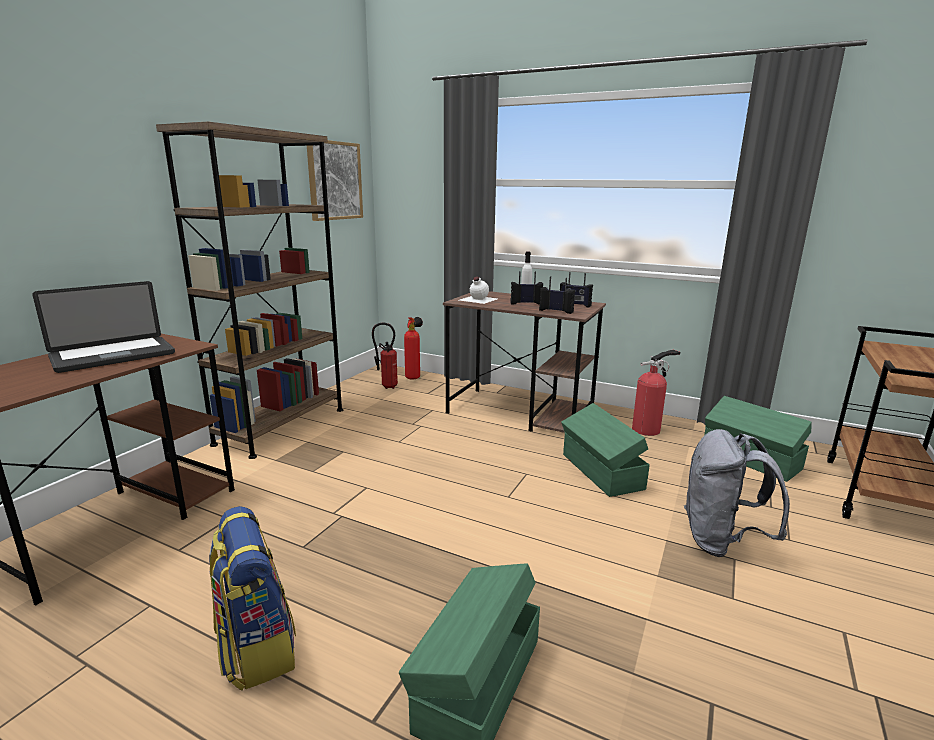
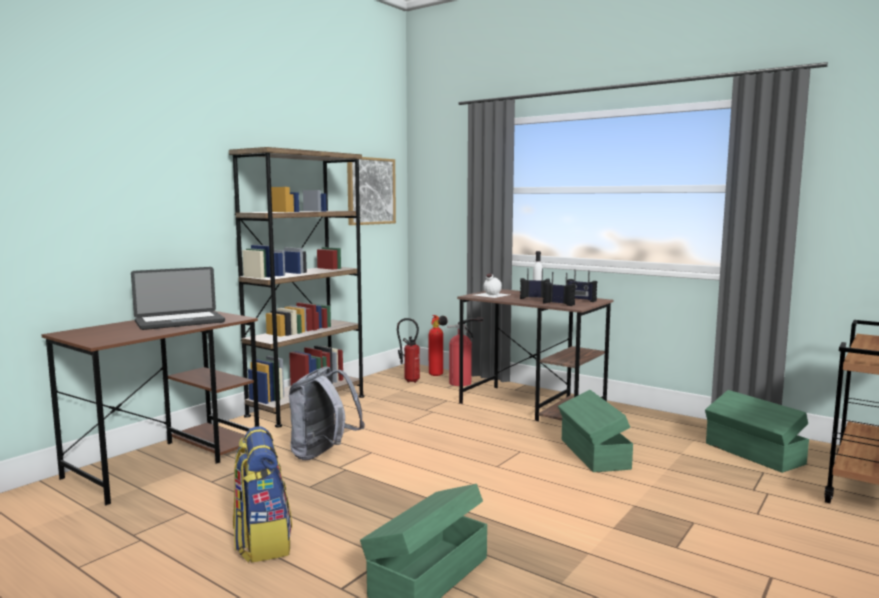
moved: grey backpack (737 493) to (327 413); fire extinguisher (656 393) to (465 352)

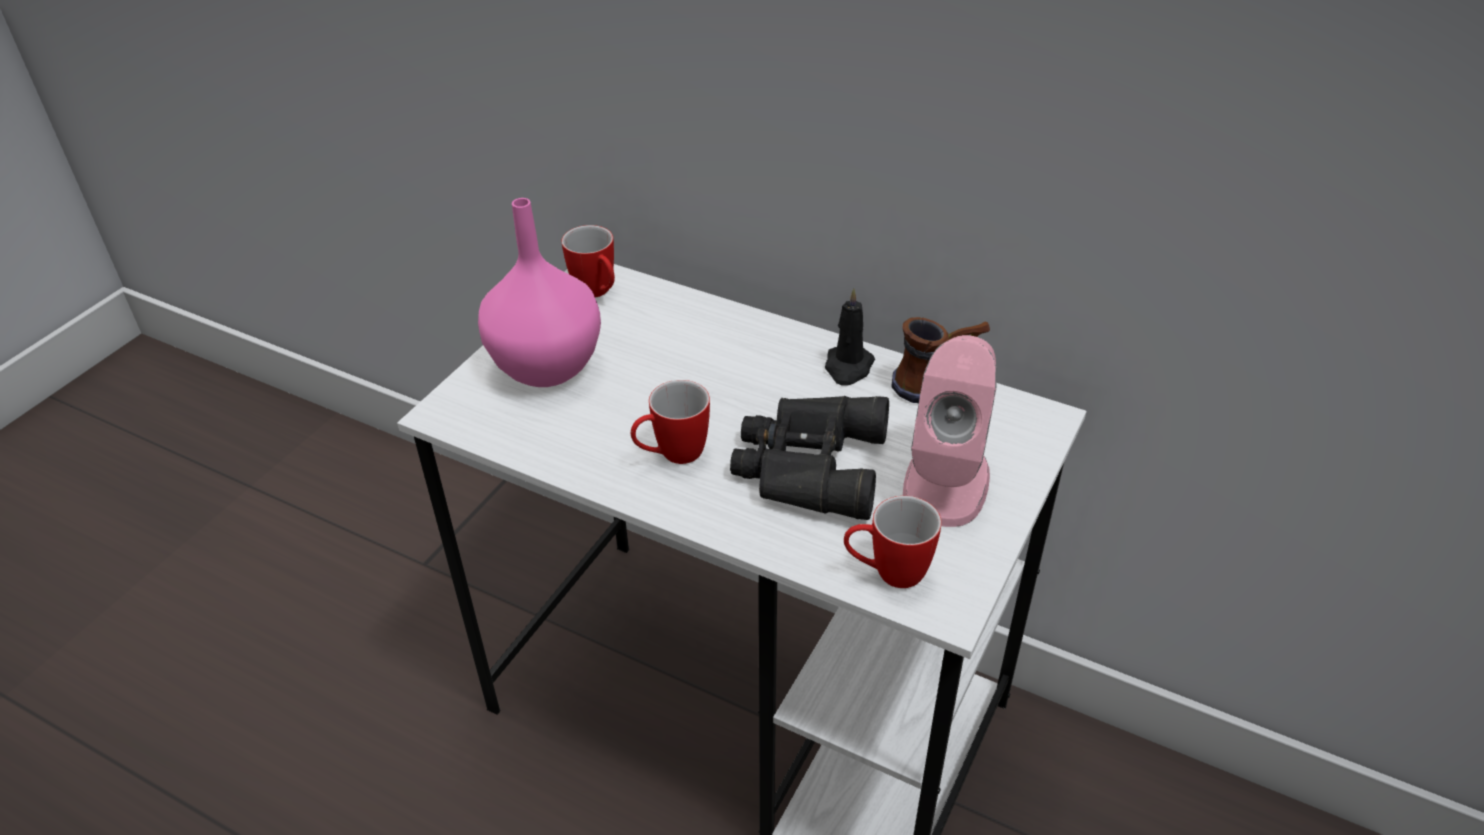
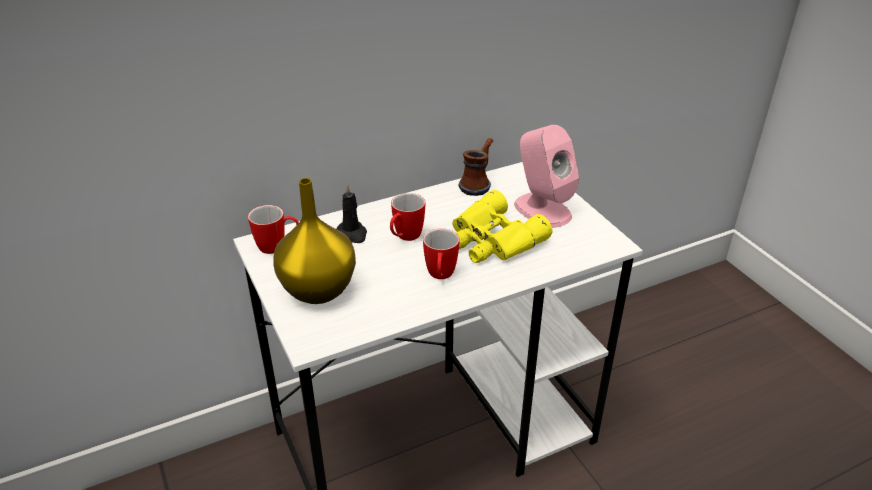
moved: black candle (850 337) to (352 213); mug (893 542) to (407 217)
recoloured: pink vase (539 292) to yellow vase (314 241); black binoculars (809 458) to yellow binoculars (502 226)

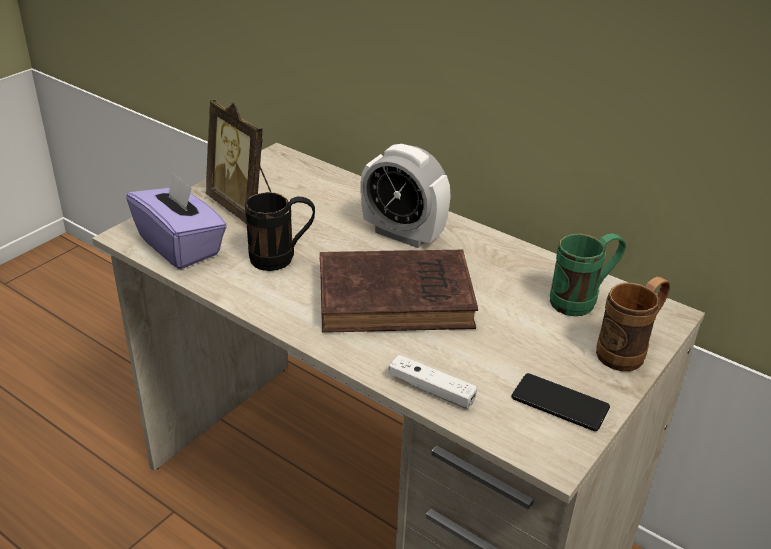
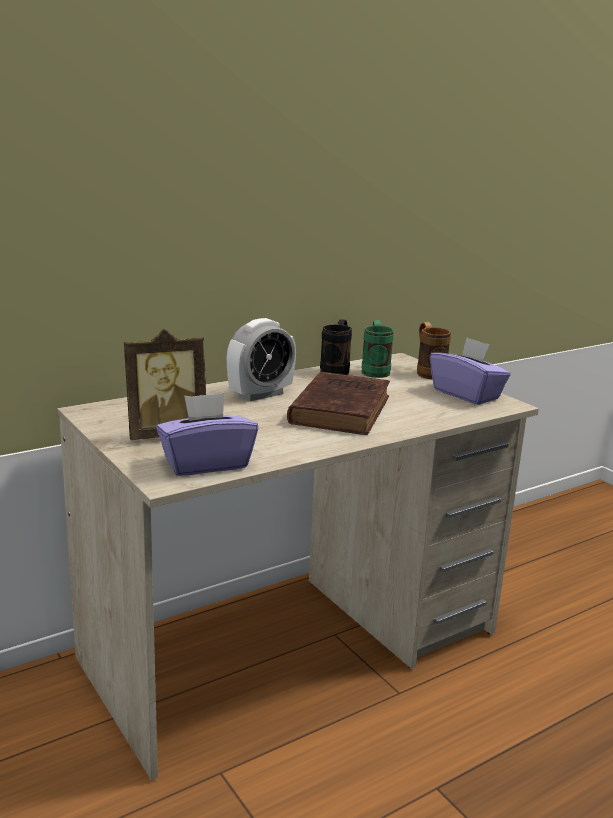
removed: white game controller (433 382)
moved: black mug (280 231) to (336 347)
replaced: phone (561 402) to purple tissue box (470 371)

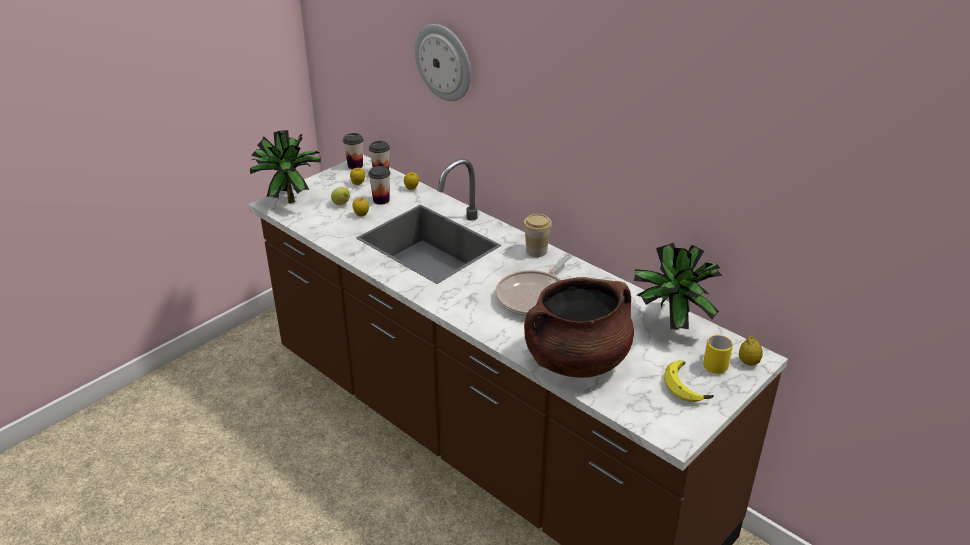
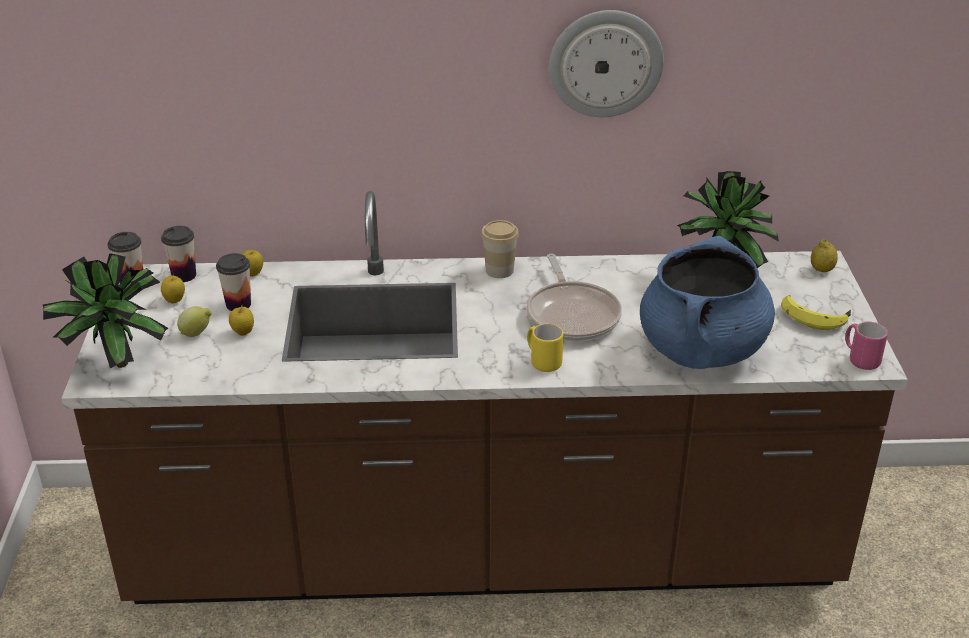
added: pink mug (866 346)
moved: yellow mug (718 354) to (545 348); wall clock (443 62) to (606 63)
recoloured: brown cooking pot (579 327) to blue cooking pot (707 302)

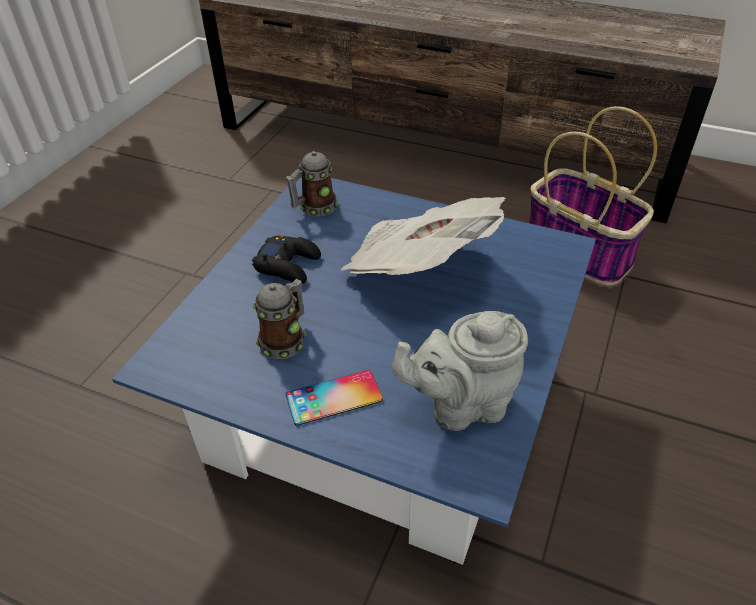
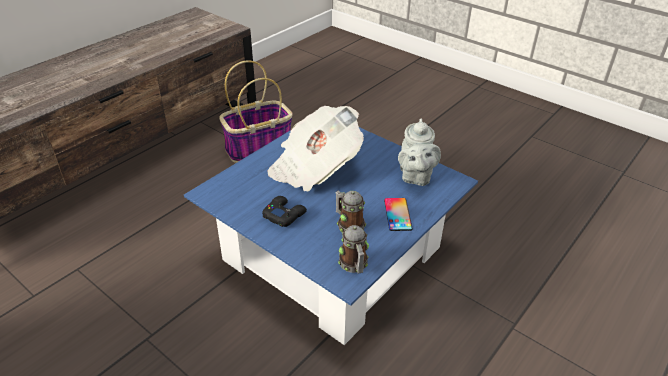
moved: mug (312 183) to (353 249)

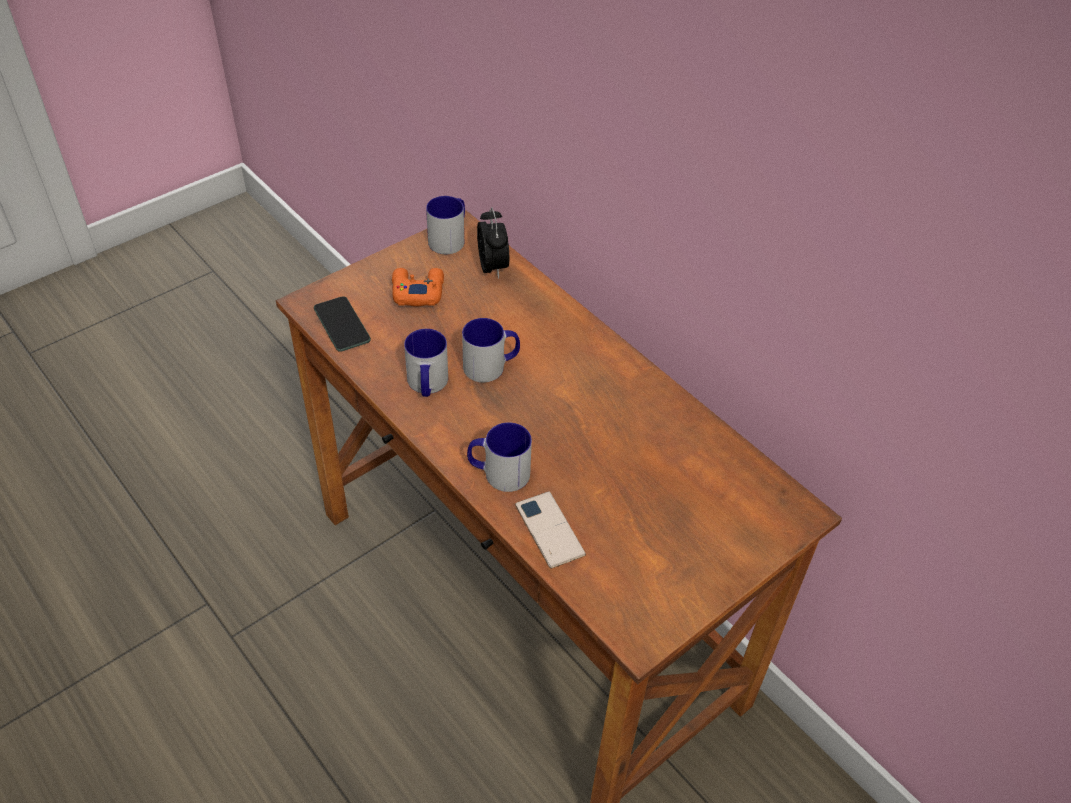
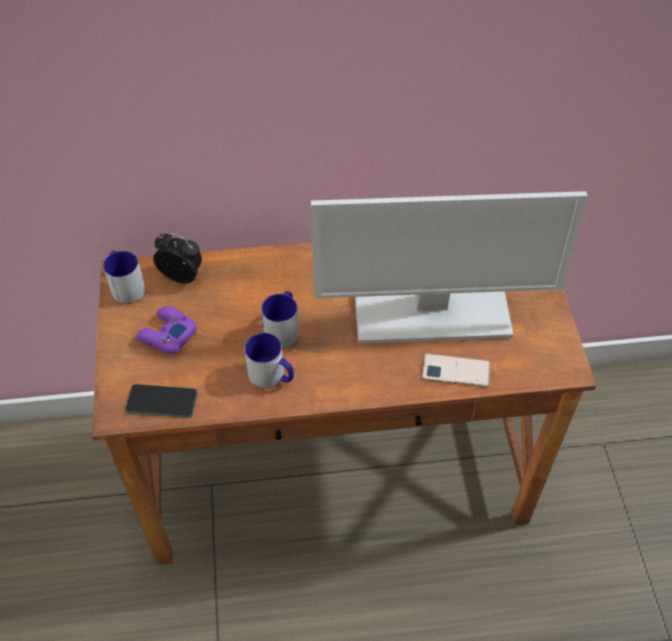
removed: mug (499 457)
added: monitor (449 267)
recoloured: orange game controller (418 287) to purple game controller (166 330)

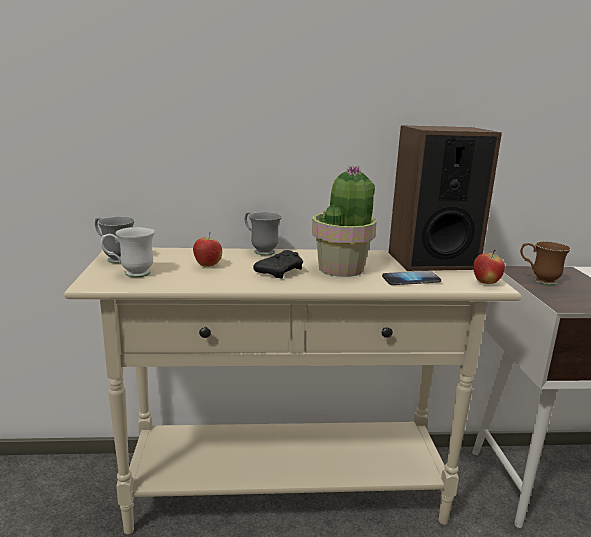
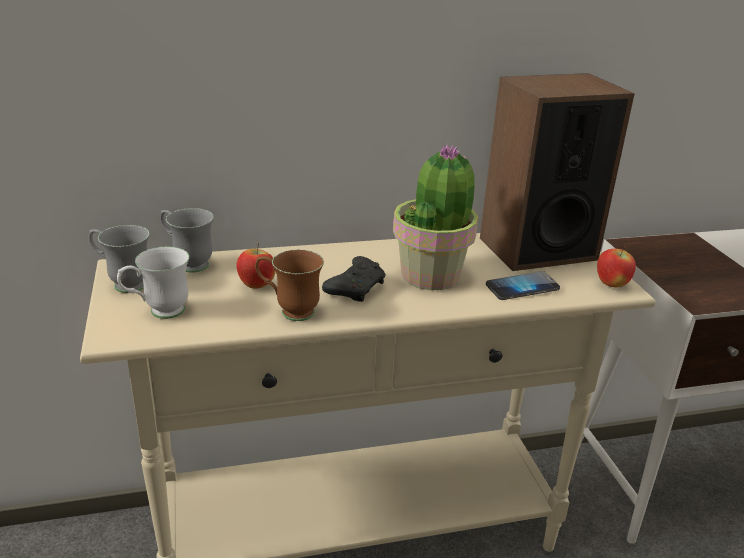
moved: grey mug (263 233) to (187 240); brown mug (545 263) to (289 285)

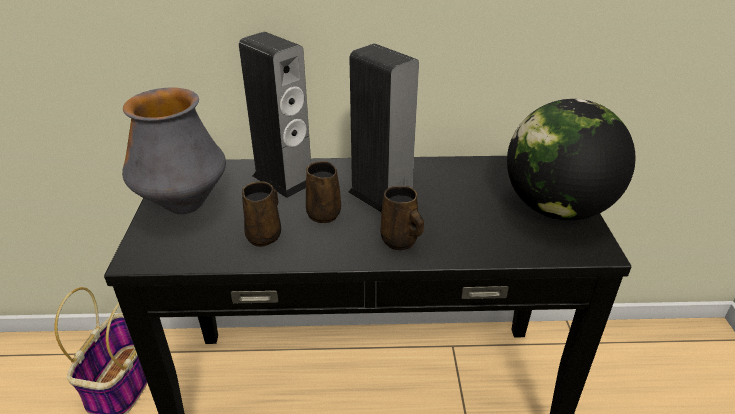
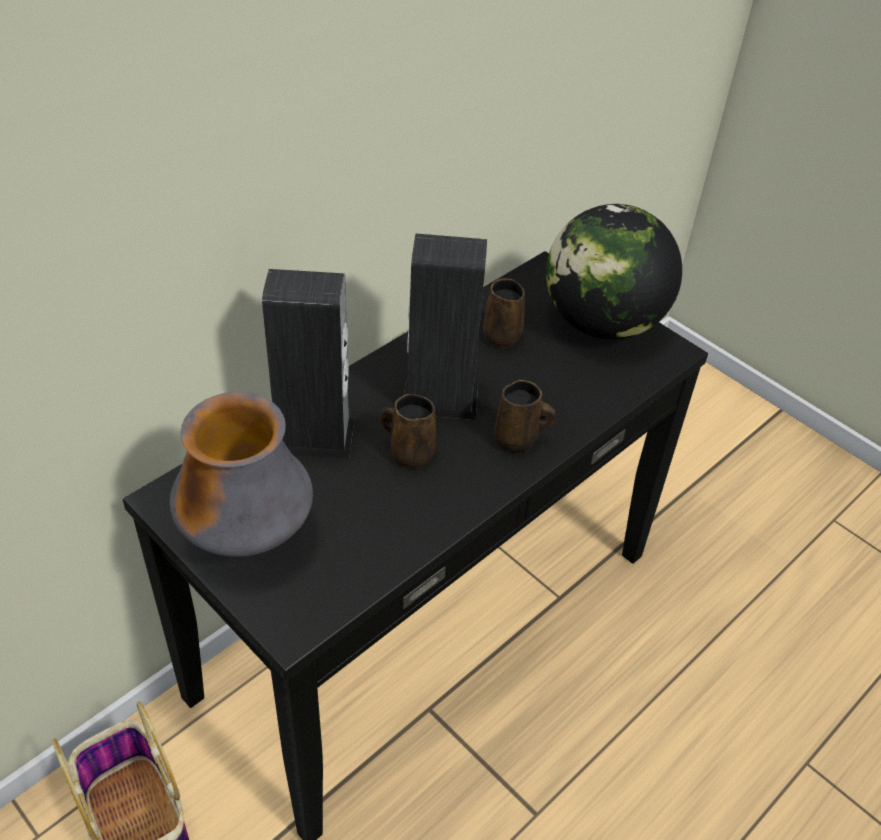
moved: brown mug (261 214) to (504 313)

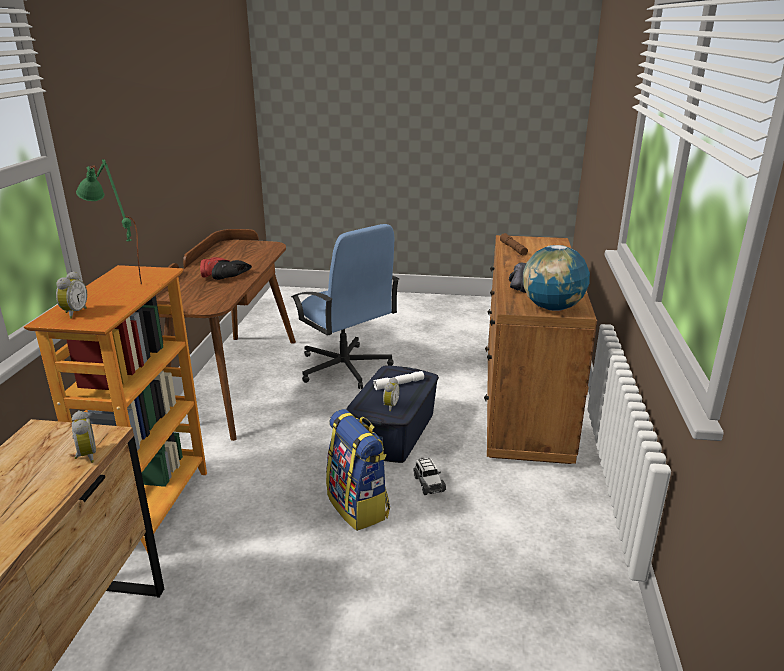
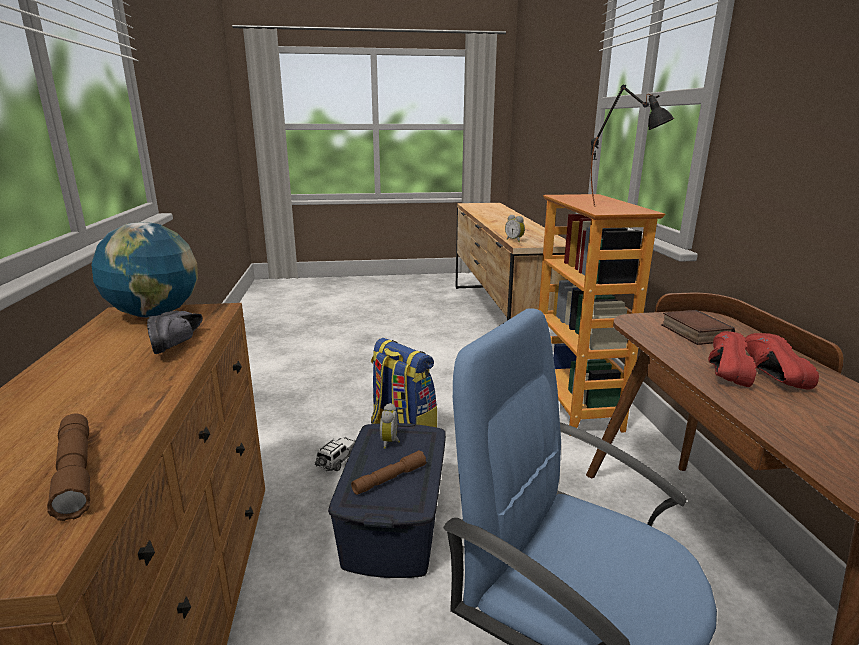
removed: alarm clock (71 295)
added: book (698 327)
recoloured: white flashlight (398 380) to brown flashlight (388 472); green table lamp (109 221) to black table lamp (632 145); black shoe (232 270) to red shoe (732 359)
turned: toy car (429 476) = (335 454) 60 degrees clockwise

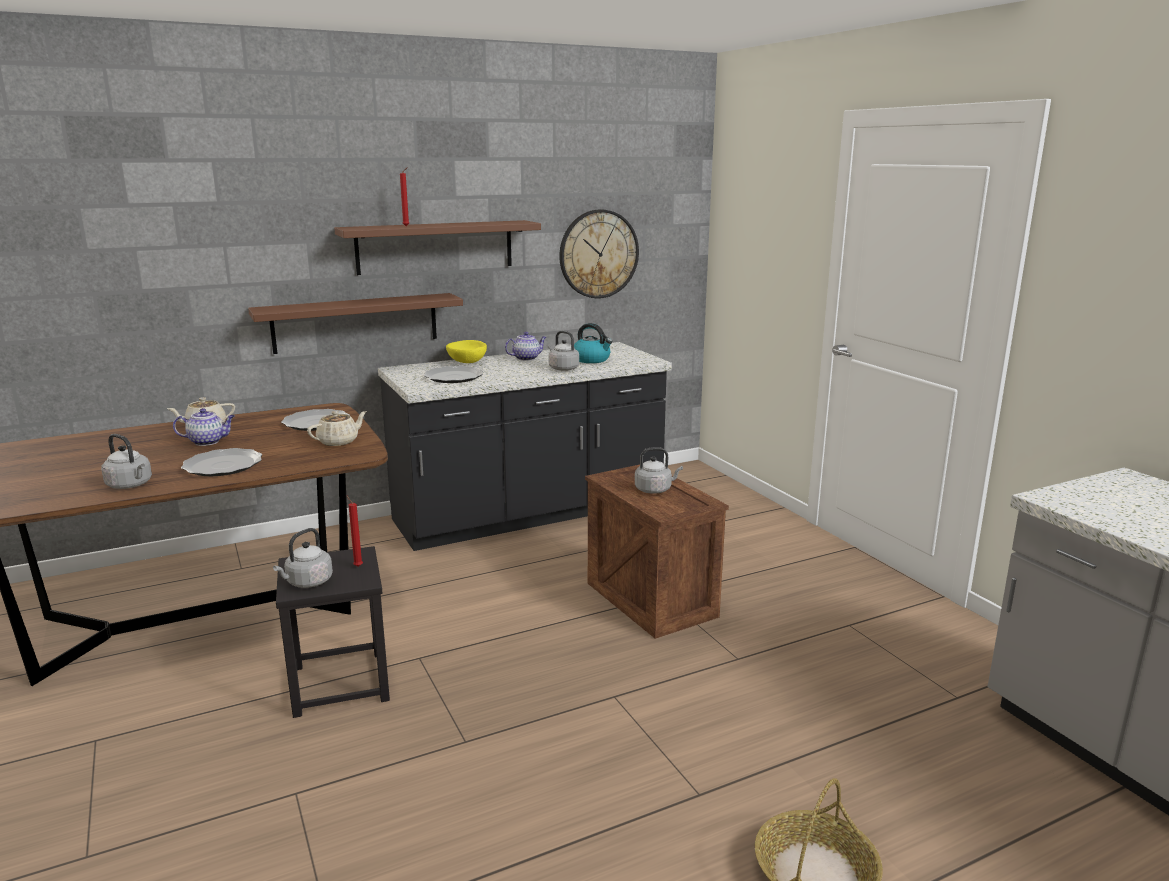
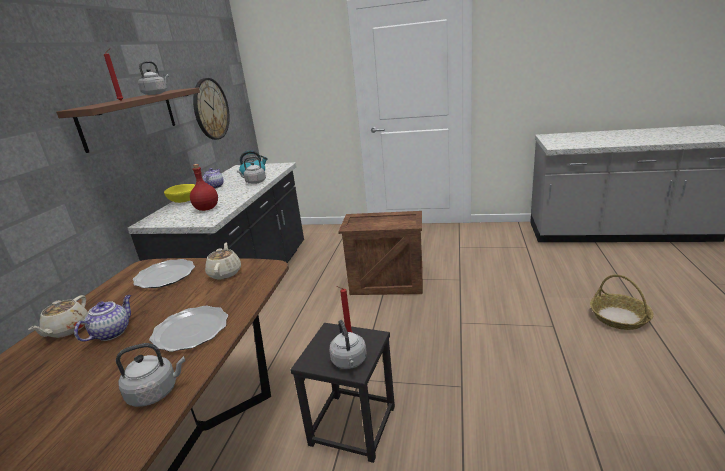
removed: brown shelf (355 323)
moved: grey kettle (659 470) to (153 78)
replaced: plate (453 374) to red bottle (204 187)

